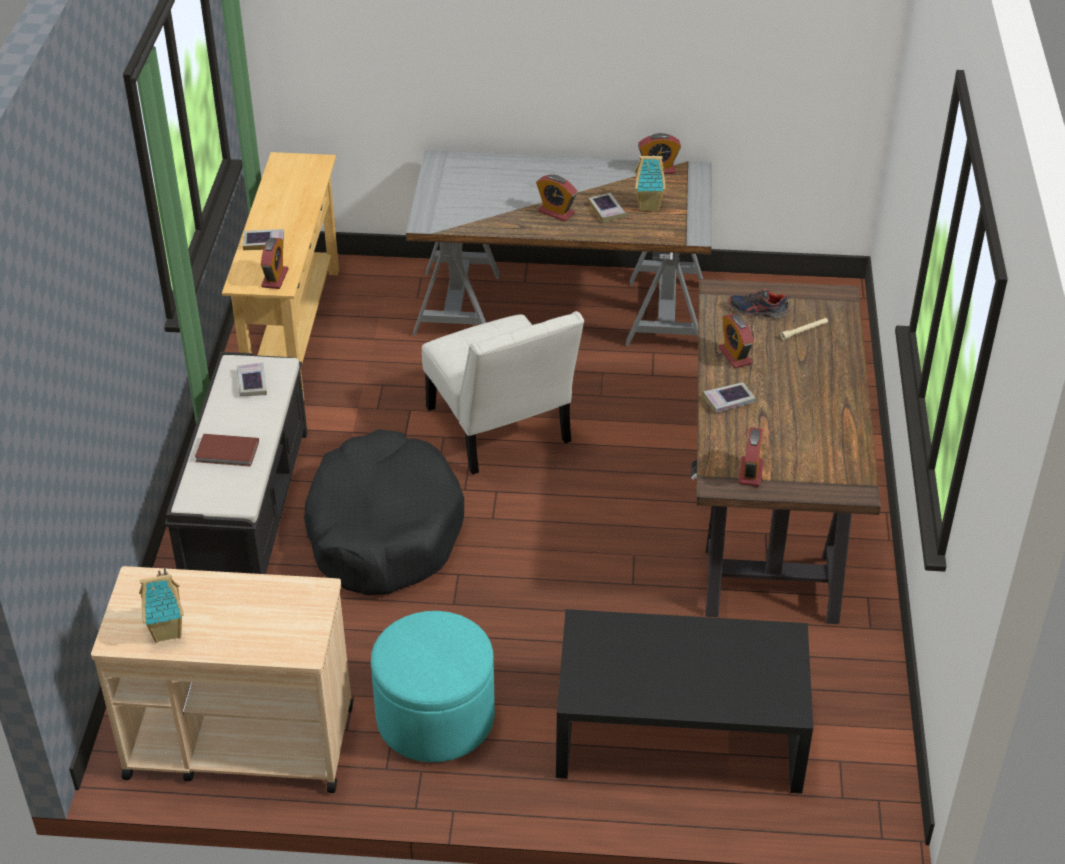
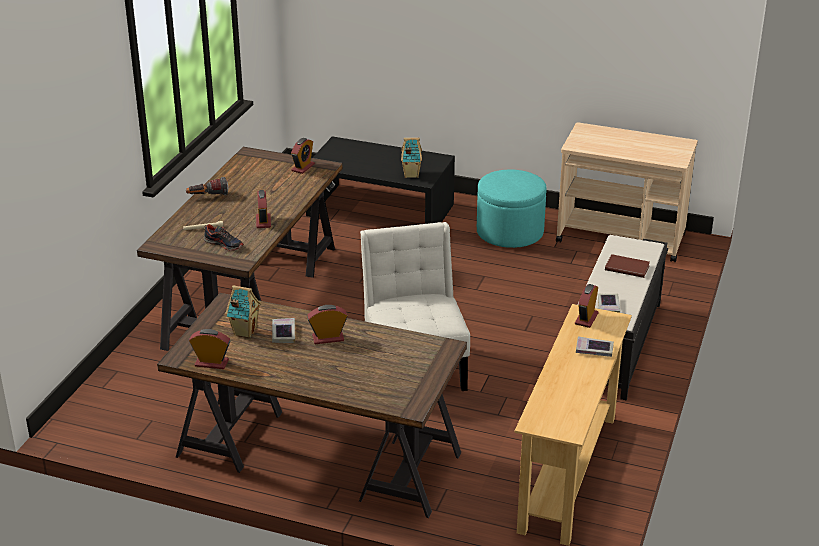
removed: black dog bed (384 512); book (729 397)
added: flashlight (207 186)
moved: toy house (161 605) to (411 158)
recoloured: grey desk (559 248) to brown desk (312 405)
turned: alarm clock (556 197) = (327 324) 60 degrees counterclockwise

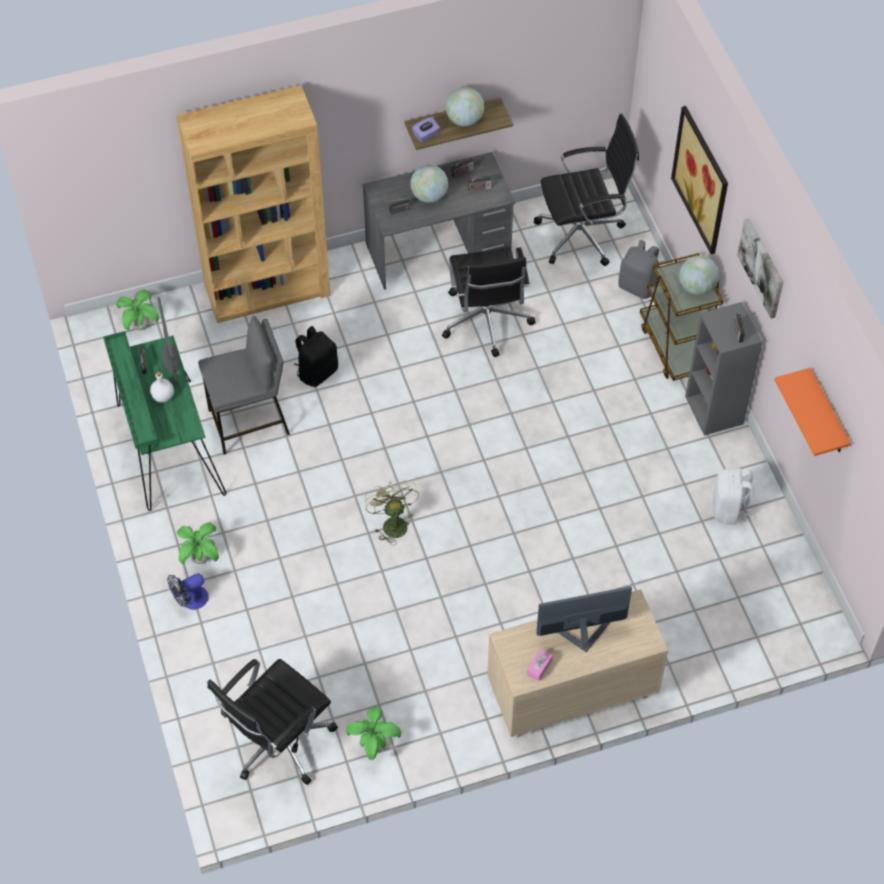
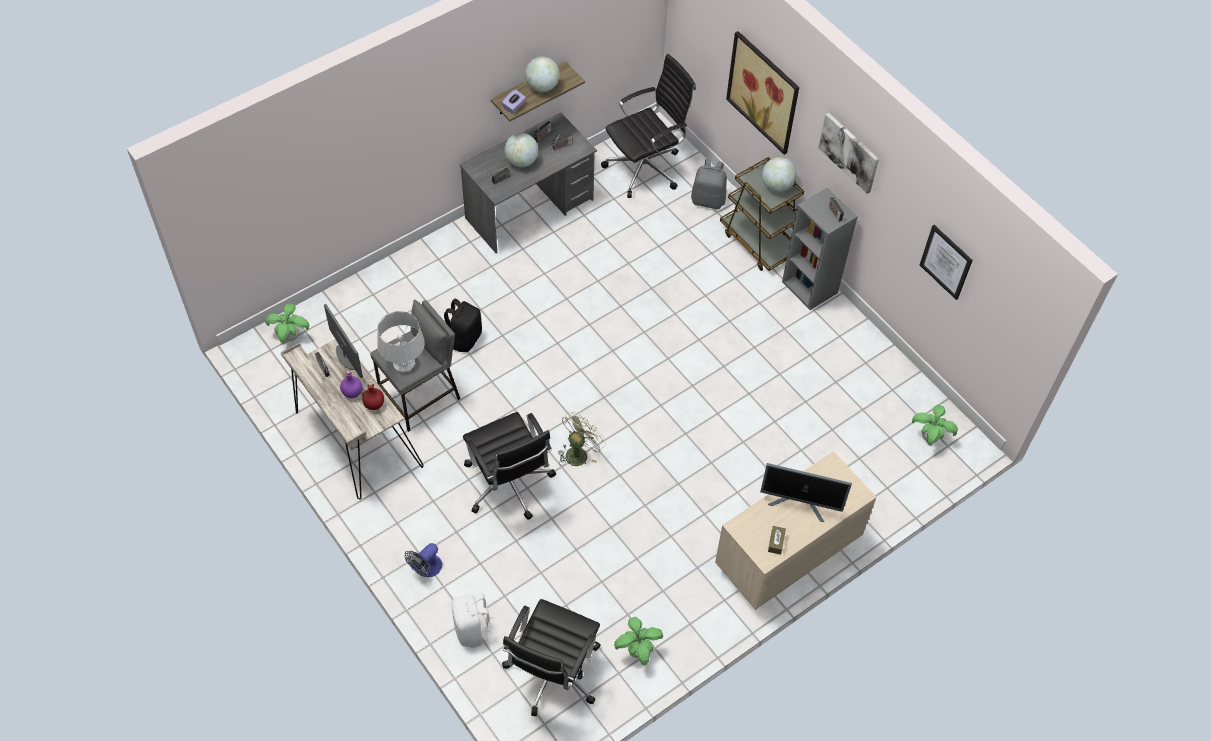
removed: brown bookcase (253 204)
added: red bottle (373 396); grey table lamp (401 342)
moved: white backpack (733 496) to (475 620); black office chair (489 302) to (509 466); potted plant (198 543) to (935 424)
replaced: orange shelf (813 412) to picture (946 262)
recoloured: green desk (164 421) to beige desk (352 419); white bottle (162 387) to purple bottle (351 384); pink tissue box (540 665) to brown tissue box (777 540)
turned: green fan (392 513) = (581 439) 75 degrees clockwise; monitor (584 619) = (806 492) 135 degrees counterclockwise

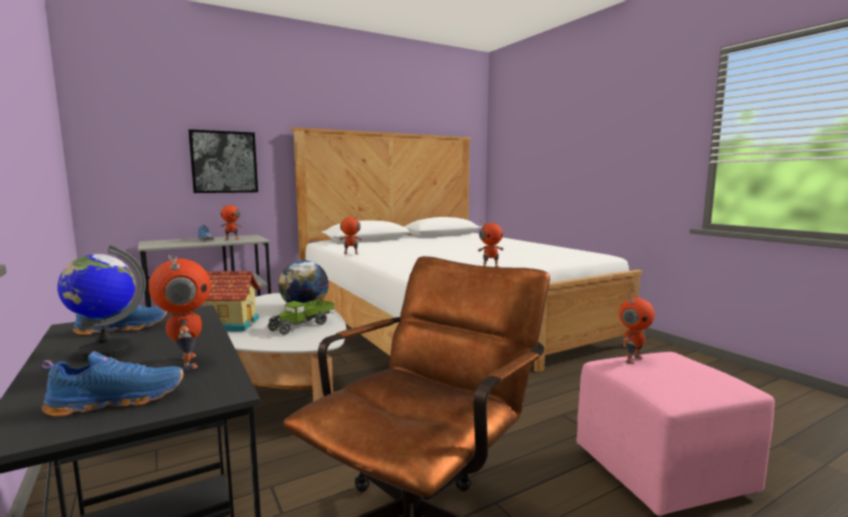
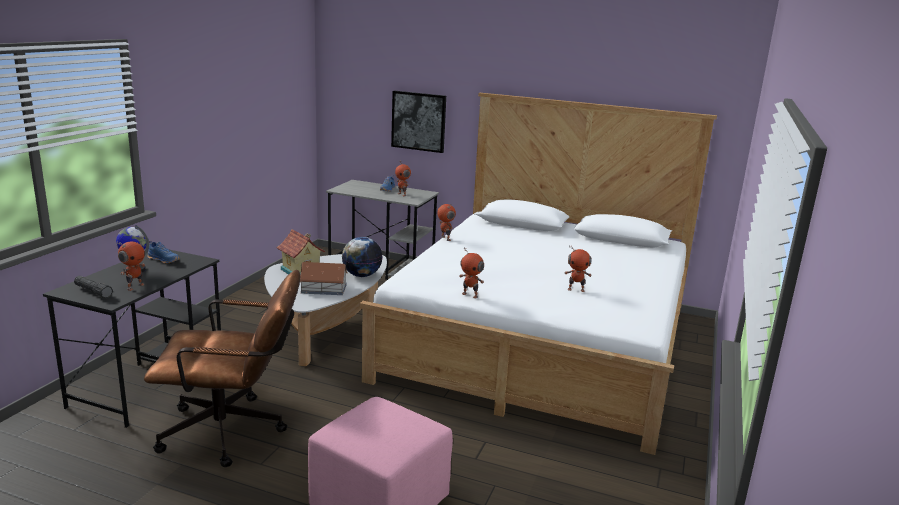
moved: toy robot (637 329) to (578 268)
replaced: blue shoe (112 383) to black flashlight (93 287); toy truck (301 317) to toy house (324 278)

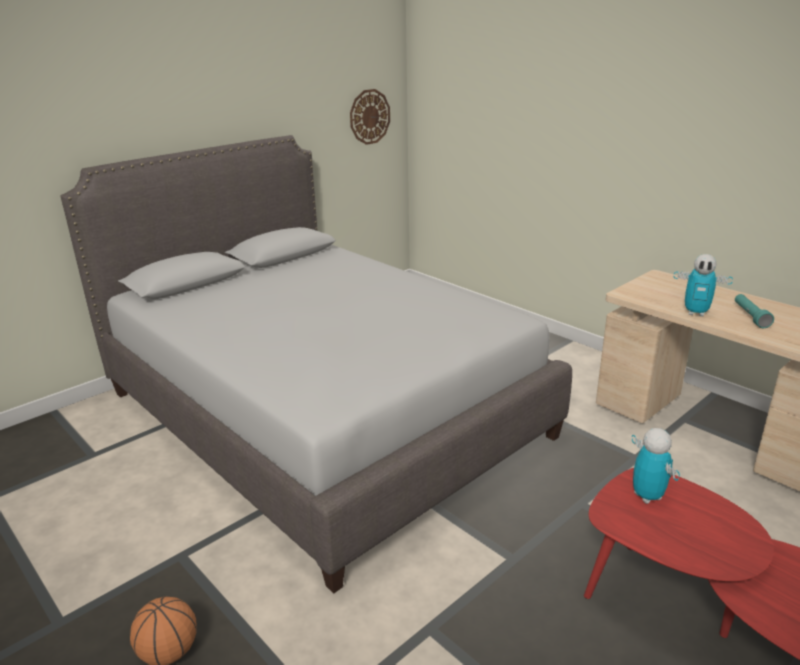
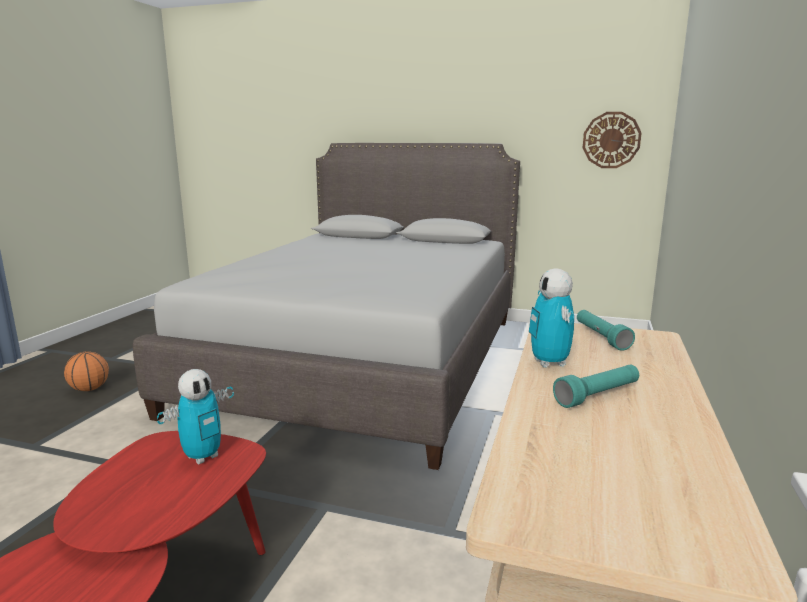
added: turquoise flashlight (606 330)

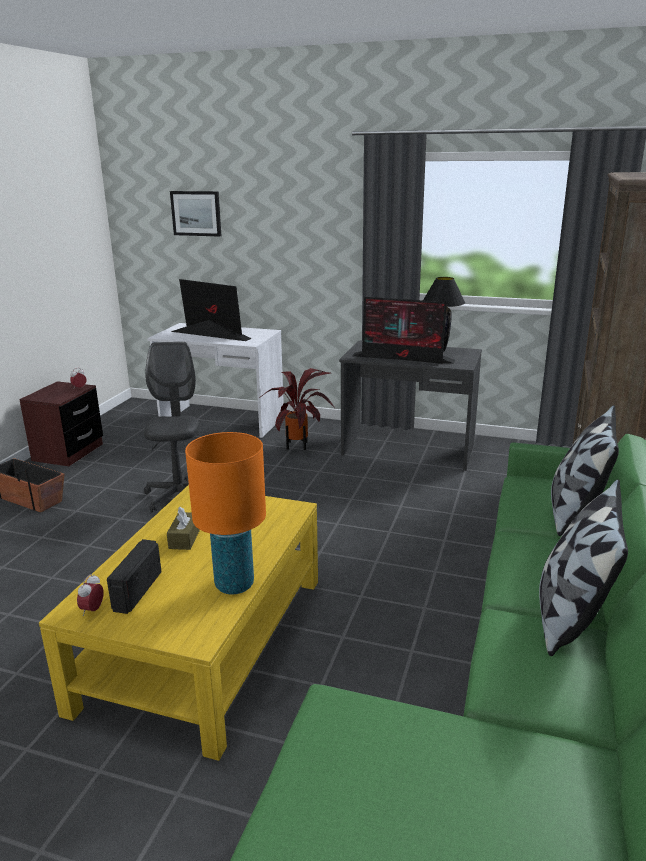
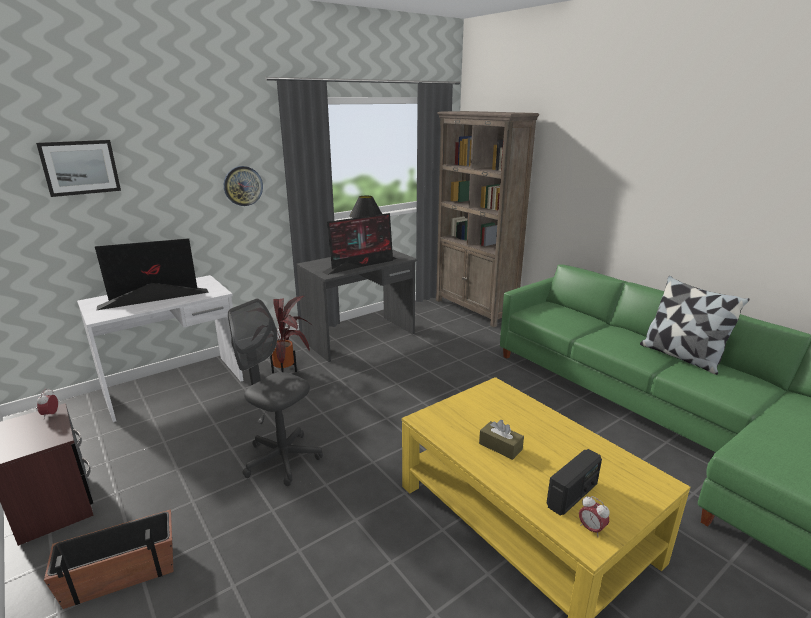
removed: orange table lamp (225 513); pillow (585 470)
added: wall clock (243 186)
turned: radio (134 576) = (574 482) 90 degrees counterclockwise

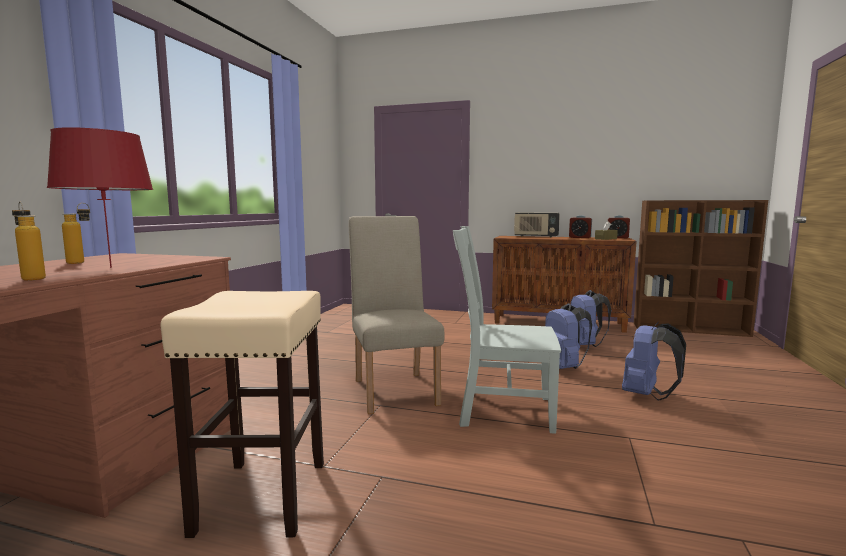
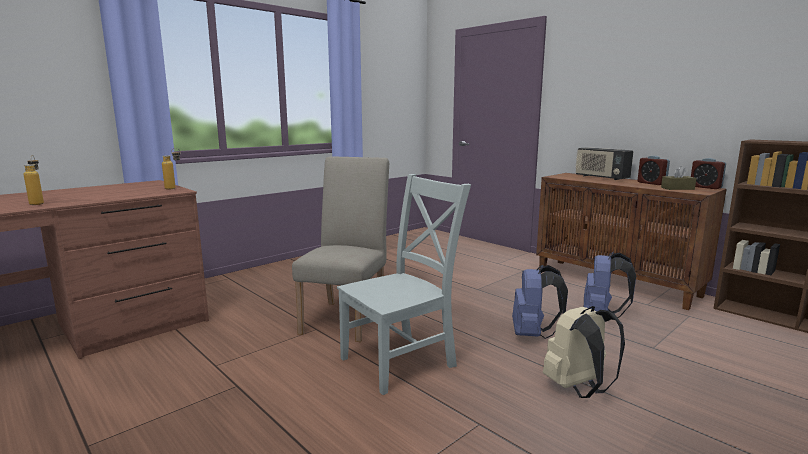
removed: red table lamp (100 197); beige stool (242 414)
moved: bottle (76 233) to (171 169)
recoloured: blue backpack (654 361) to beige backpack (584 352)
turned: grey chair (507 330) = (404 284) 105 degrees clockwise

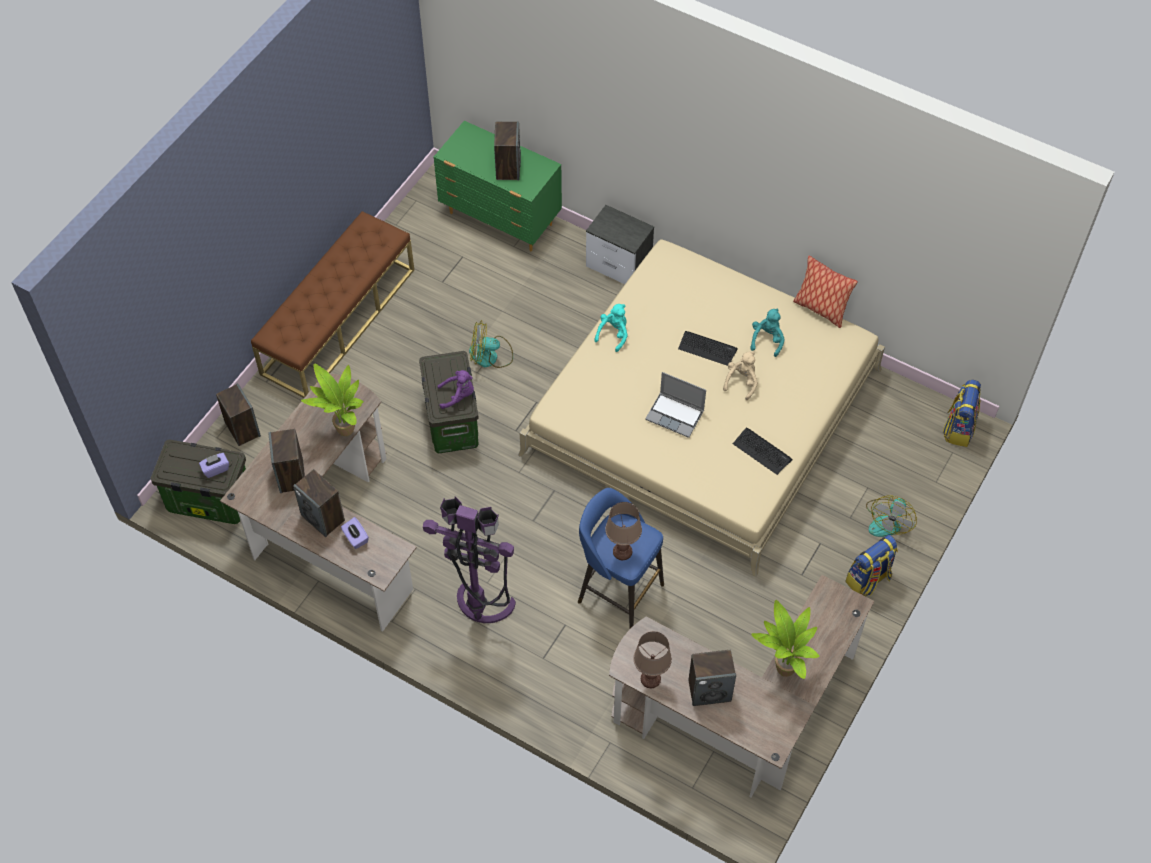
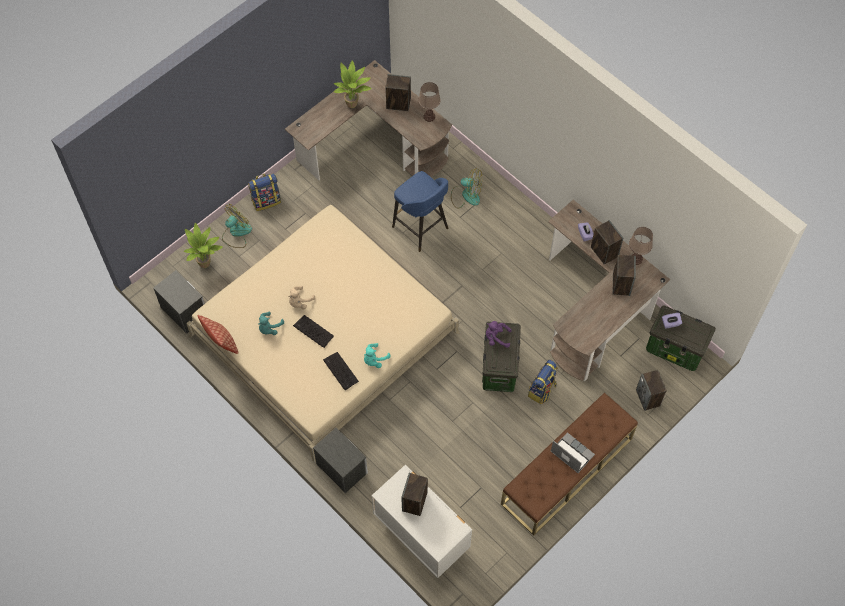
removed: purple floor lamp (469 560)
added: nightstand (179 302)
moved: potted plant (332 399) to (203 245); keyboard (763 451) to (341 371); fan (491 344) to (466 188); backpack (962 413) to (543 382); laptop (675 405) to (573 452); brown table lamp (623 531) to (641 246)
recoloured: green dresser (498 186) to white dresser (421 521)

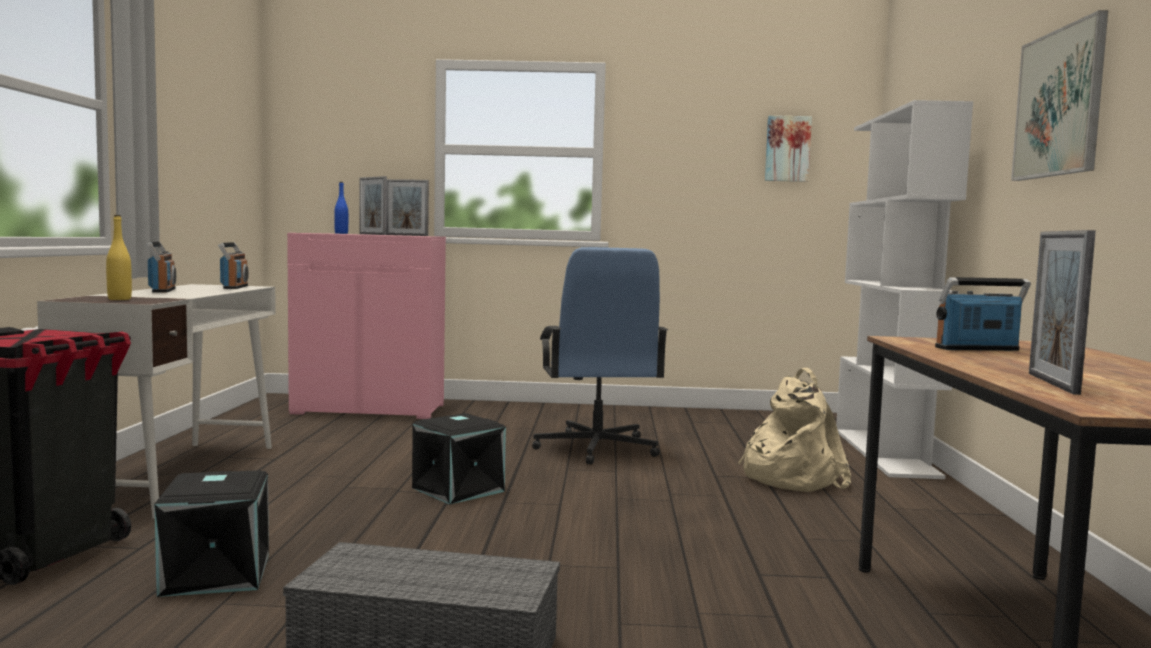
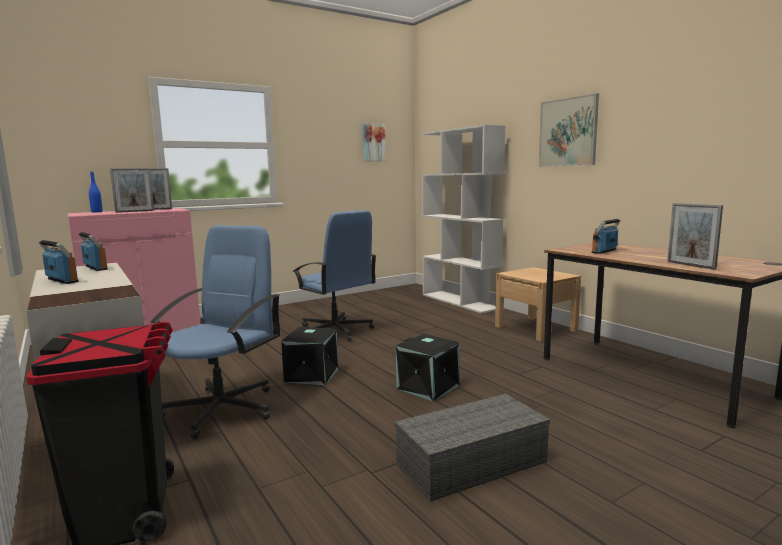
removed: yellow bottle (119 257); beige backpack (794 430)
added: blue office chair (215 332); beige nightstand (538 304)
moved: black storage box (211 533) to (428 367)
turned: picture frame (373 205) = (132 190) 45 degrees counterclockwise

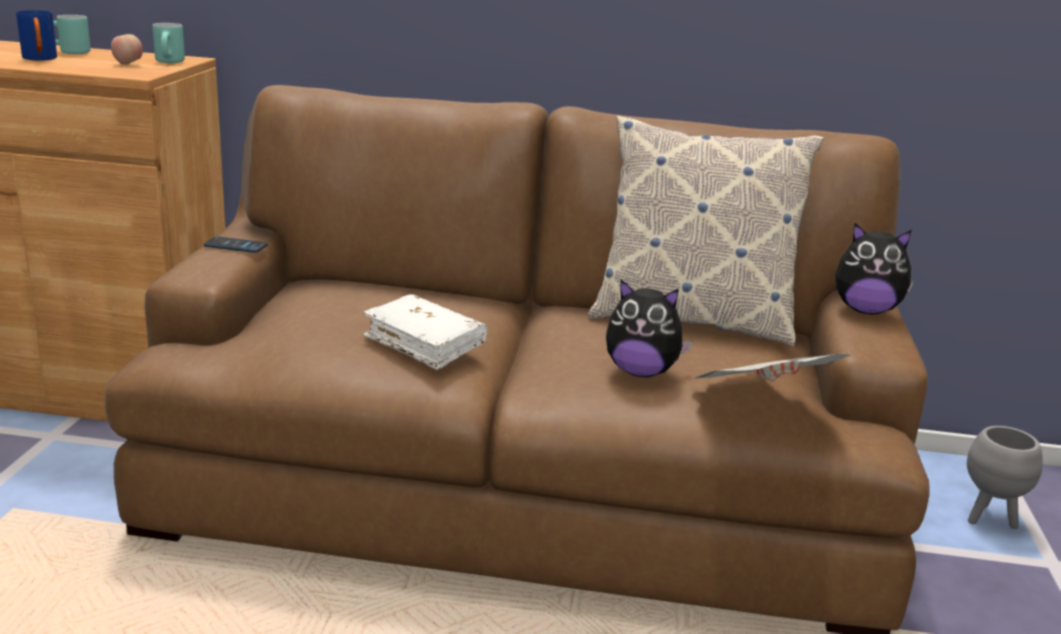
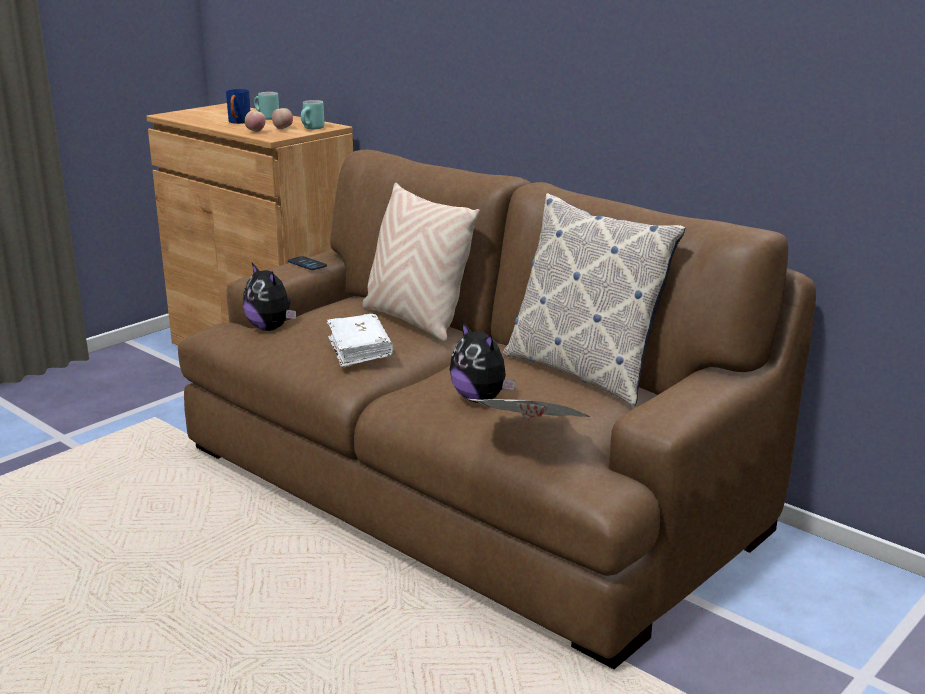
removed: grey planter (1005 477)
added: apple (255 121); beige pillow (421 262)
moved: plush toy (875 269) to (269 297)

